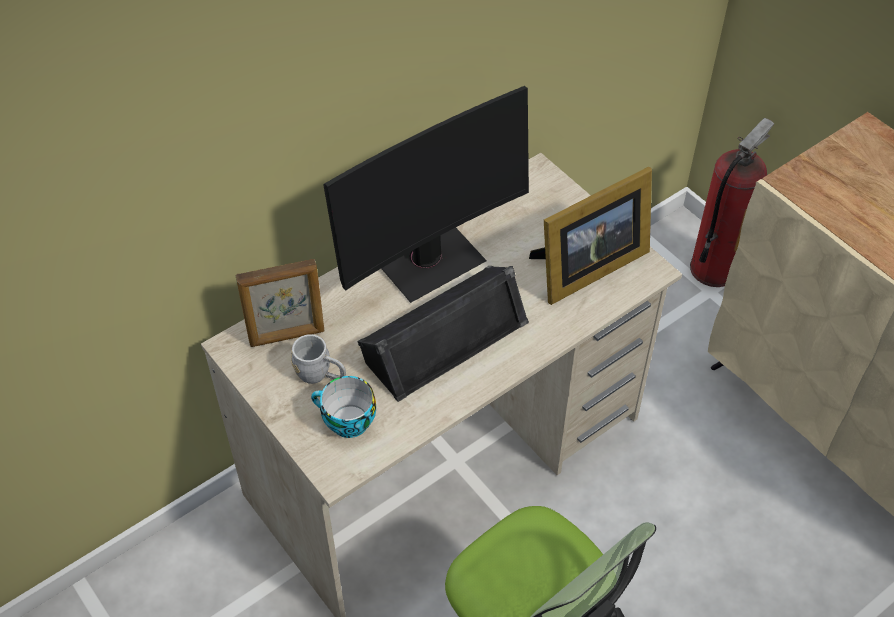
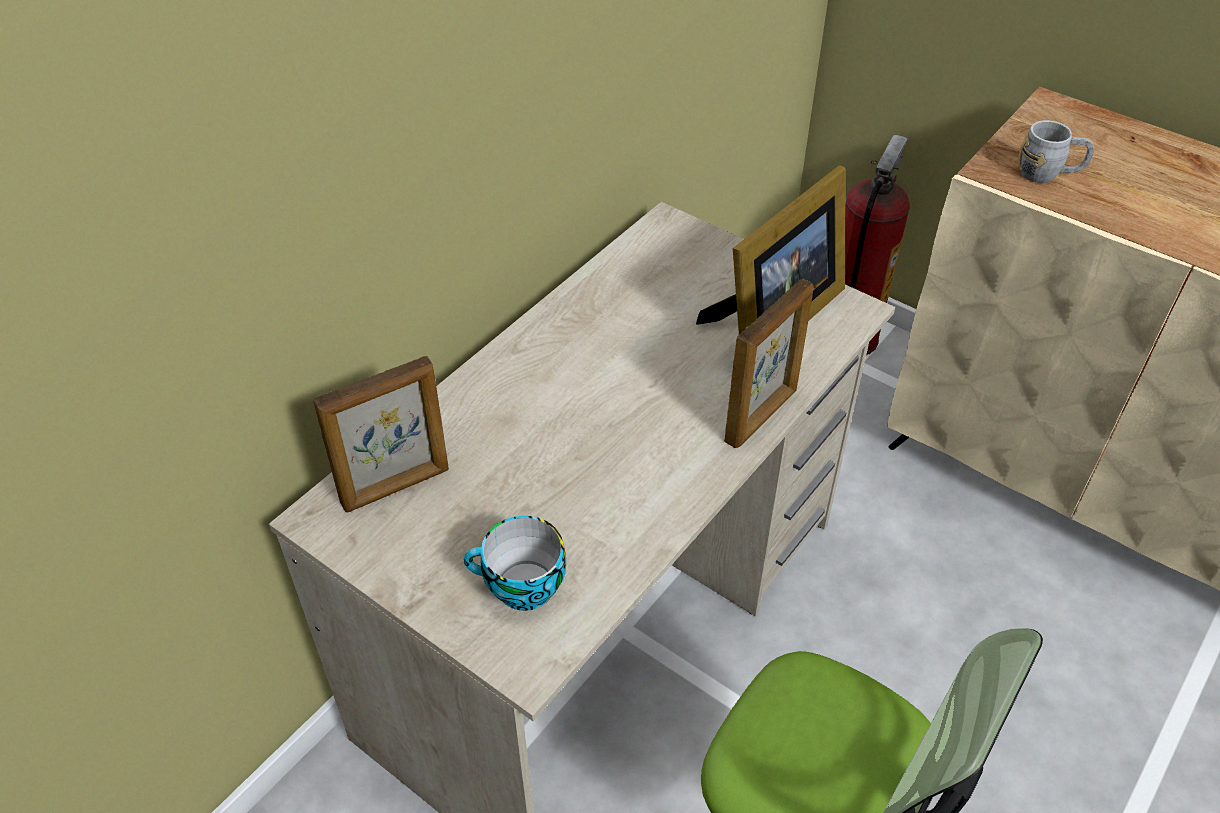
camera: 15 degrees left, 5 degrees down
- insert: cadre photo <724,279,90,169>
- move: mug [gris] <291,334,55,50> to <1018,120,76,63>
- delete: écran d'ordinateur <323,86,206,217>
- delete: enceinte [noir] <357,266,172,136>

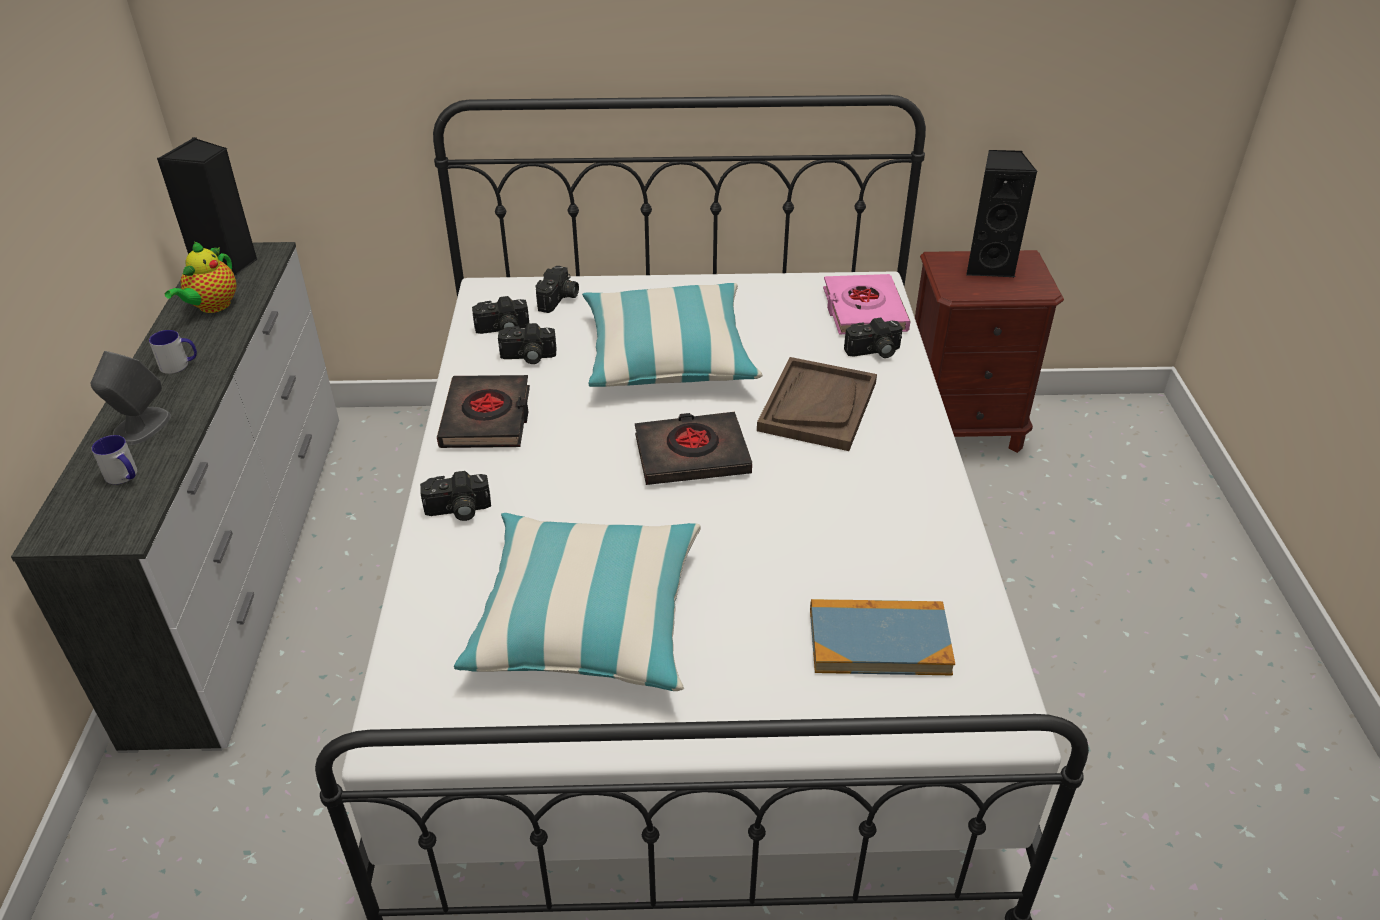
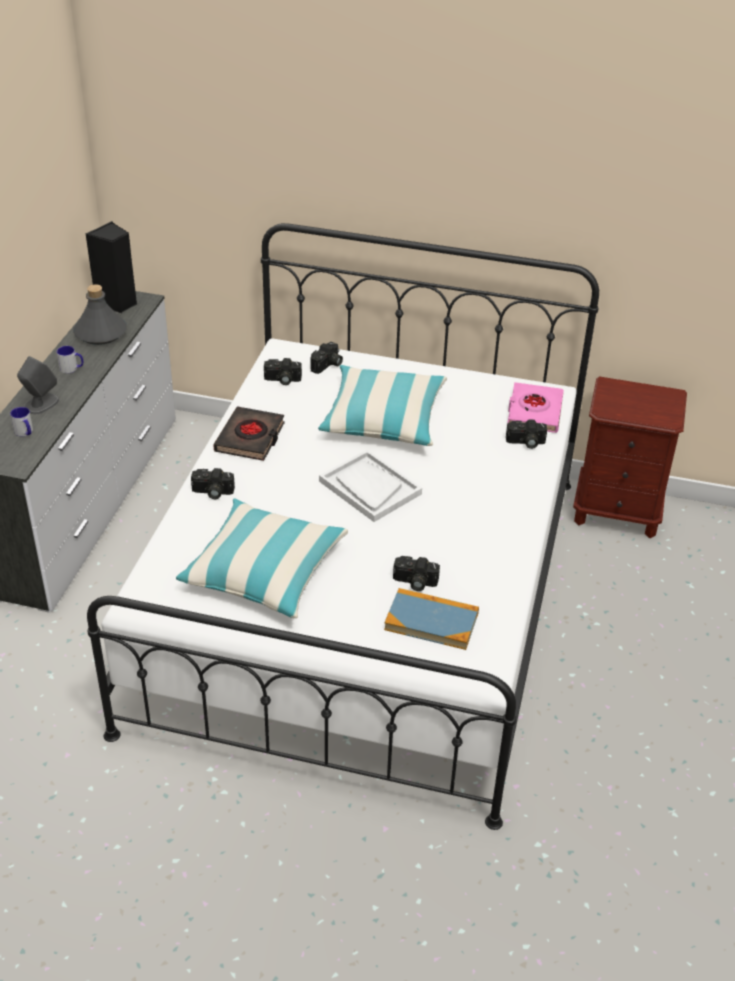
camera: 15 degrees right, 0 degrees up
- replace: théière <165,241,71,72> to bouteille [gris] <73,284,54,61>
- replace: livre [noir] <635,412,117,73> to plateau [blanc] <319,450,103,72>
- move: appareil photo <498,323,58,41> to <393,556,47,35>
- delete: plateau [marron] <757,357,120,94>
- delete: enceinte [noir] <966,150,71,128>

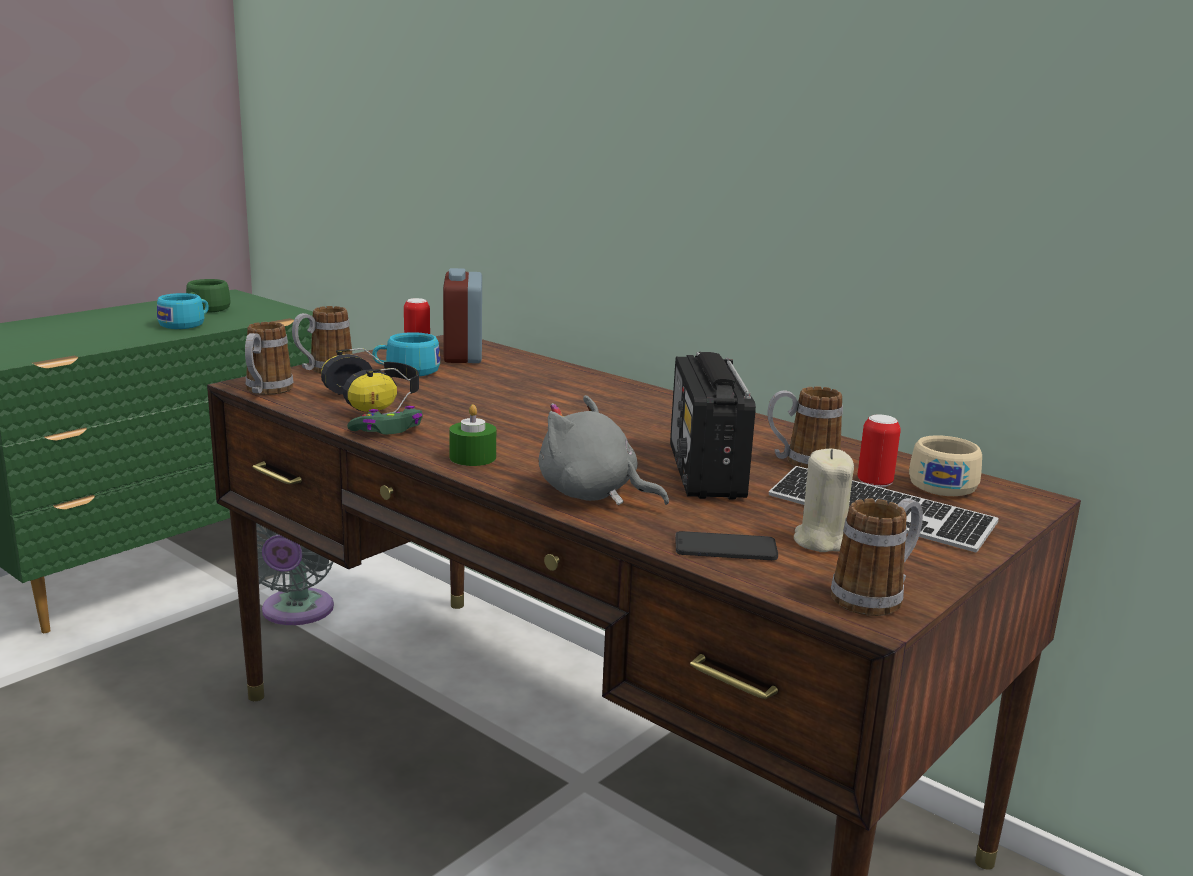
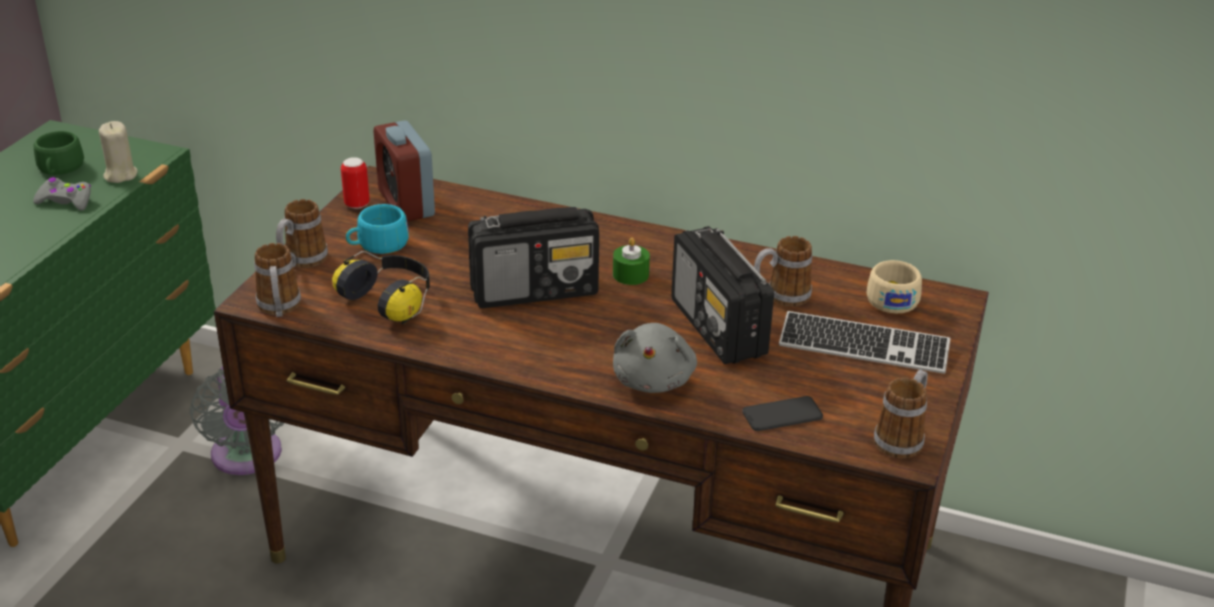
camera: 20 degrees left, 15 degrees up
- replace: tasse [turquoise] <157,293,52,36> to manette [gris] <33,177,58,34>
- move: bougie [beige] <794,449,60,103> to <99,121,39,62>
- insert: radio <468,207,131,101>
- move: bougie [vert] <449,404,47,62> to <613,238,37,47>
- rotate: peluche [gris] <539,395,130,110> = <613,323,84,70> 90 degrees counterclockwise
- delete: manette [vert] <347,406,76,29>
- delete: boîte métallique <857,414,44,74>

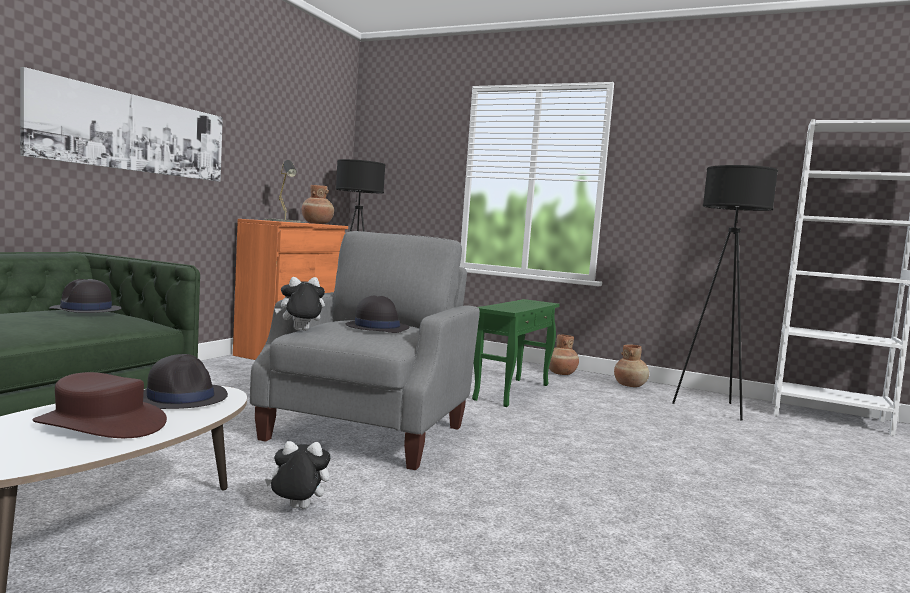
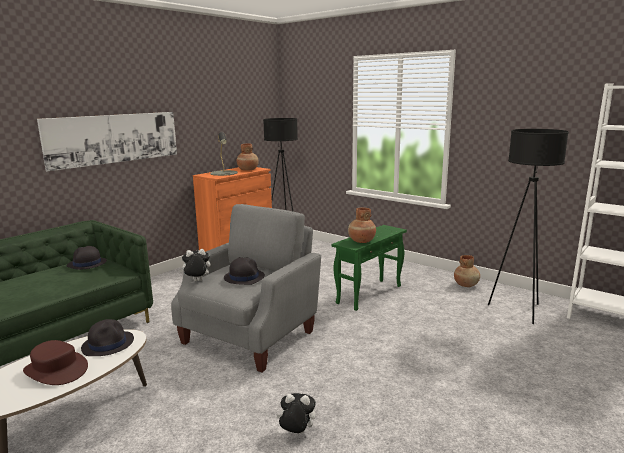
camera: 15 degrees right, 10 degrees up
- move: peluche <265,441,66,68> to <276,393,40,41>
- move: vase [marron] <549,334,30,41> to <348,207,28,36>

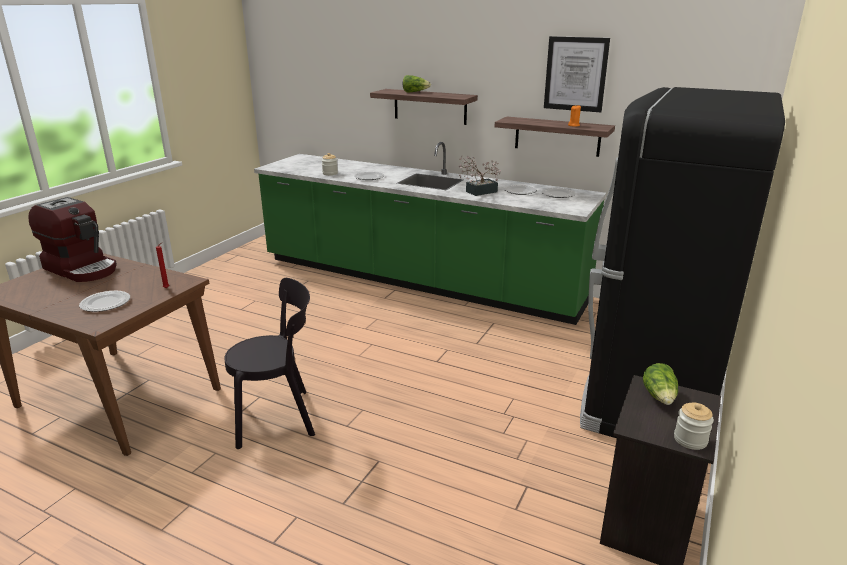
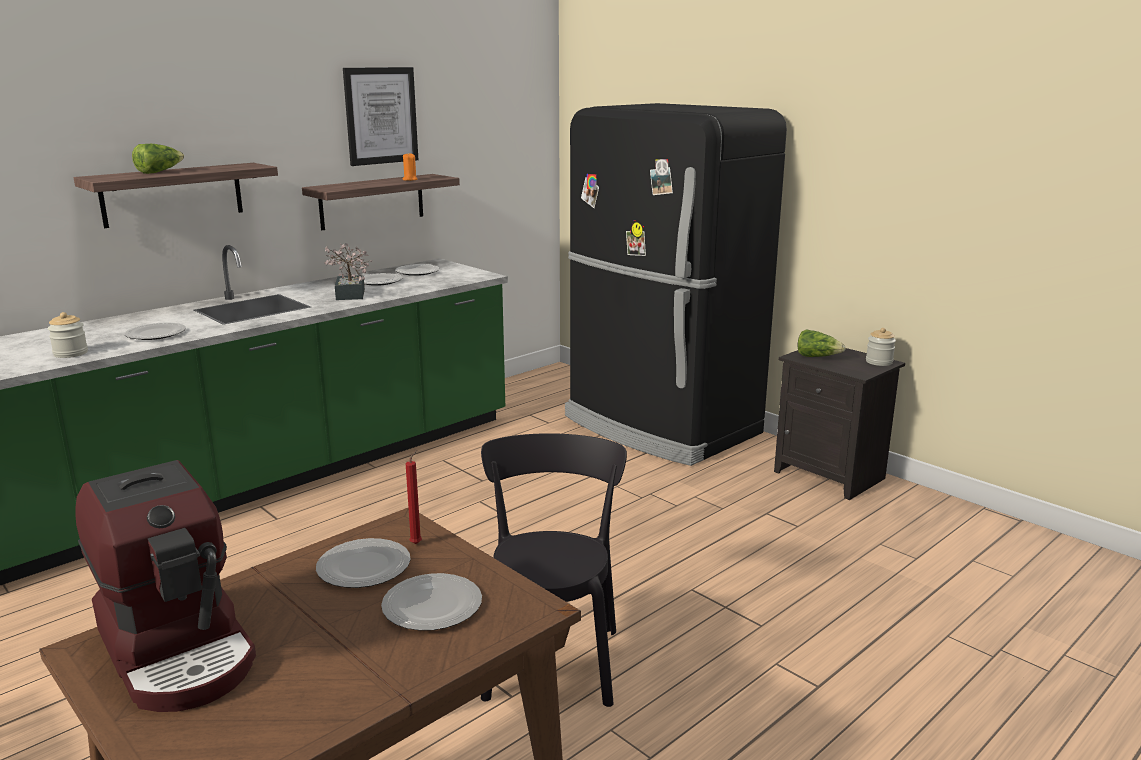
camera: 70 degrees left, 5 degrees down
- rotate: machine à café <29,197,88,85> = <76,460,180,252> 90 degrees clockwise
- insert: assiette <316,538,94,50>

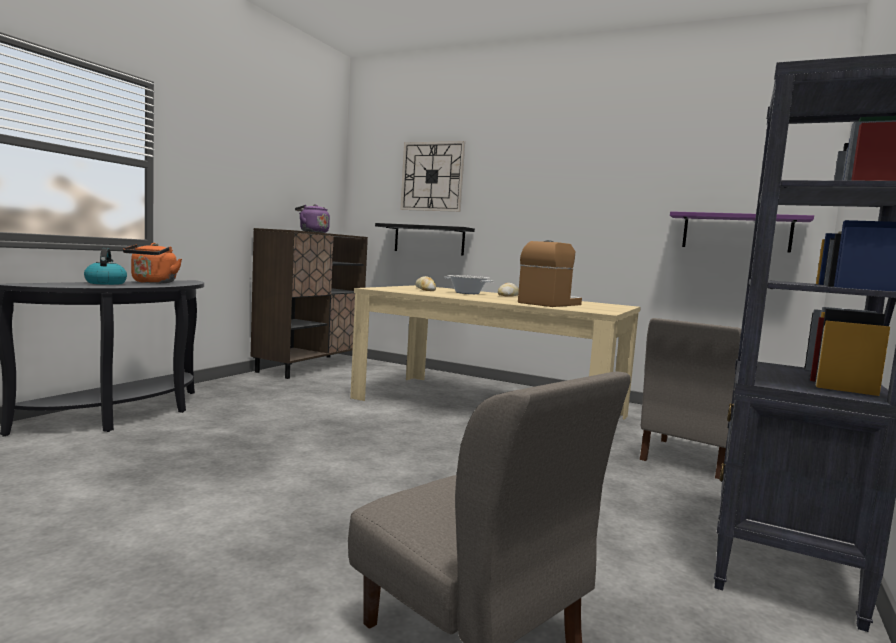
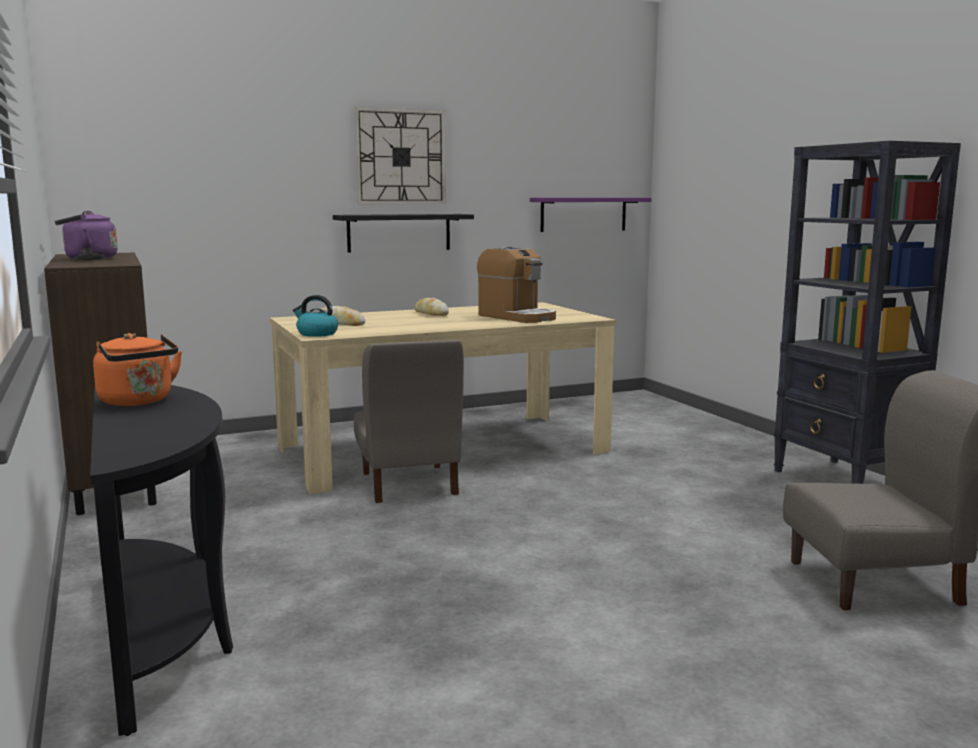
camera: 50 degrees left, 5 degrees up
- move: bouilloire <84,248,43,37> to <293,295,45,42>
- move: étagère [noir] <375,223,100,33> to <333,214,141,39>
- move: horloge murale <400,141,65,71> to <354,107,92,97>
- move: chaise [gris] <640,318,101,161> to <354,340,110,163>
- rotate: machine à café <518,240,64,67> = <477,247,79,76> 150 degrees clockwise
- delete: marmite <444,275,50,19>

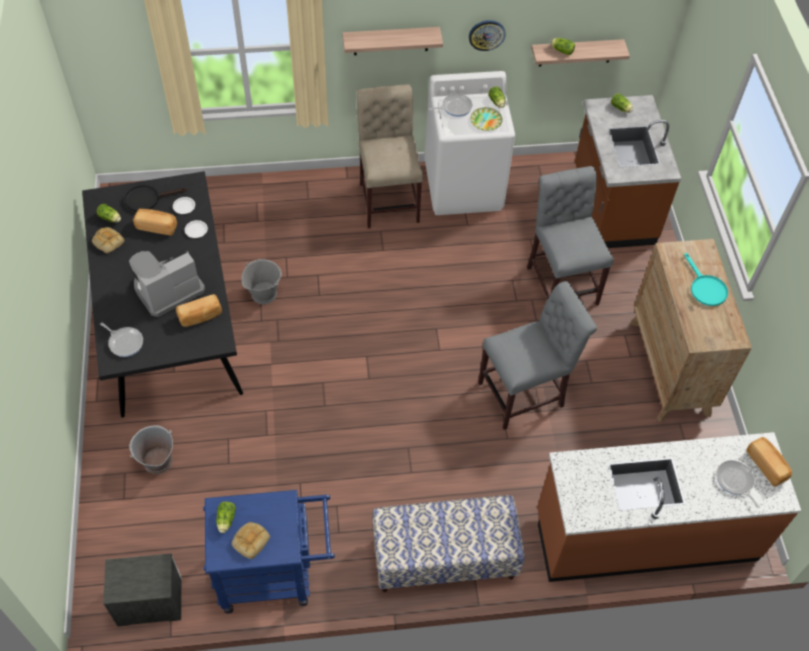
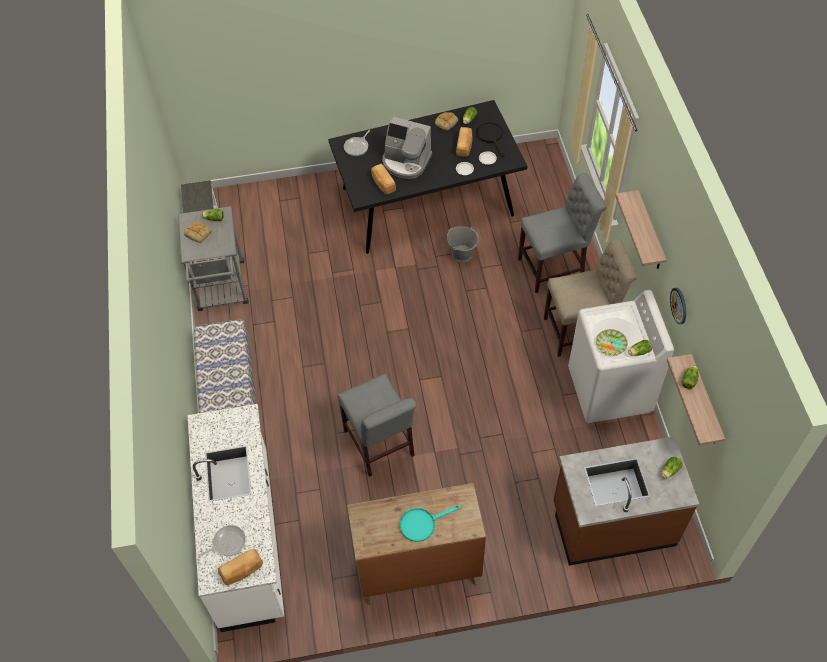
camera: 90 degrees right, 0 degrees up
- recolor: chariot [bleu] <203,490,132,124> to chariot [gris] <178,206,71,105>
- recolor: comptoir de cuisine [marron] <537,432,264,150> to comptoir de cuisine [blanc] <188,404,96,228>
- rotate: machine à café <129,251,76,66> = <383,117,49,62> 150 degrees clockwise
- move: chaise [gris] <527,166,87,140> to <518,173,89,120>
- delete: seau [gris] <129,425,44,49>
- delete: poêle <429,94,43,23>

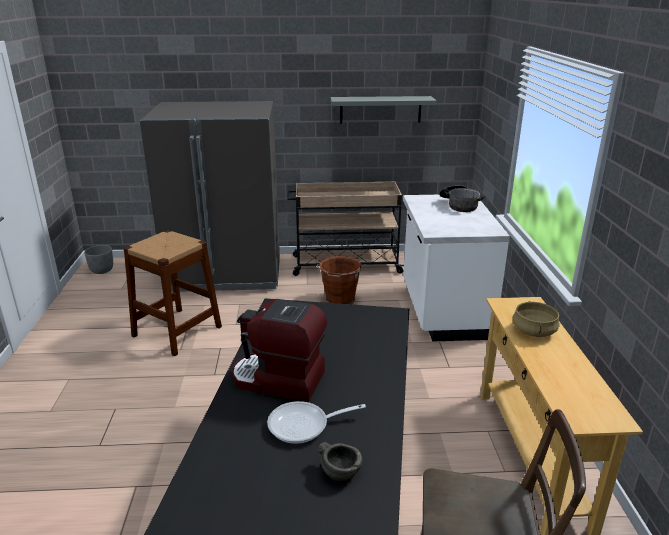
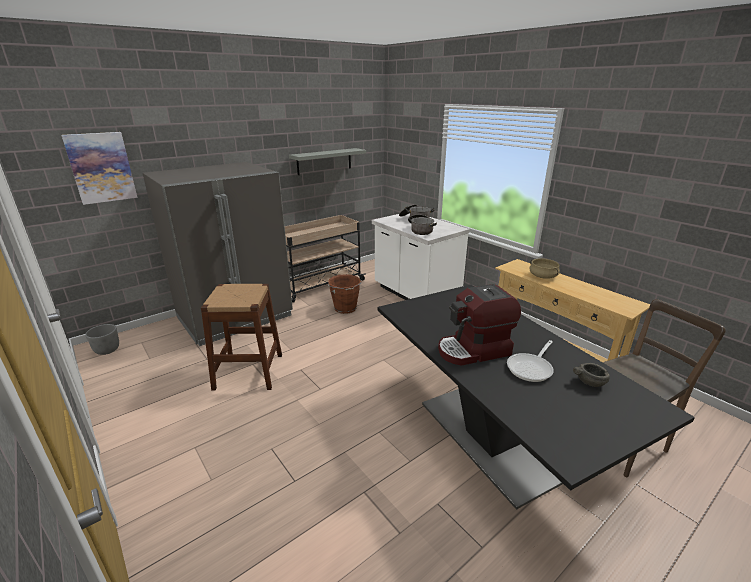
camera: 35 degrees left, 0 degrees up
- insert: tableau <62,132,76,73>
- insert: marmite <408,215,29,20>

